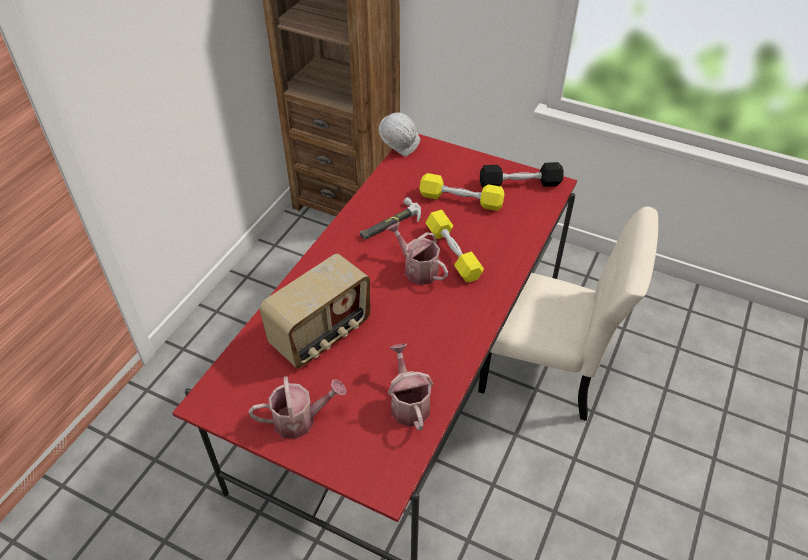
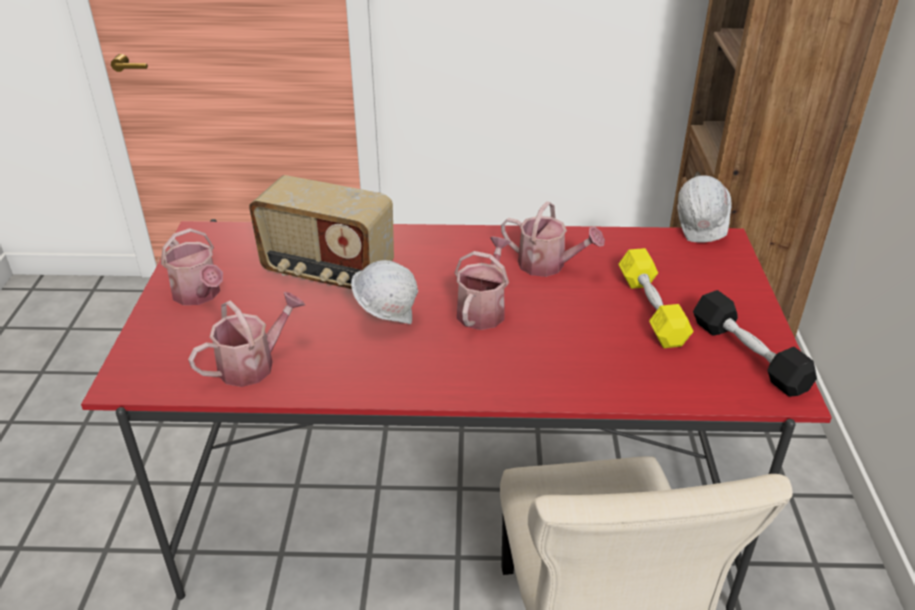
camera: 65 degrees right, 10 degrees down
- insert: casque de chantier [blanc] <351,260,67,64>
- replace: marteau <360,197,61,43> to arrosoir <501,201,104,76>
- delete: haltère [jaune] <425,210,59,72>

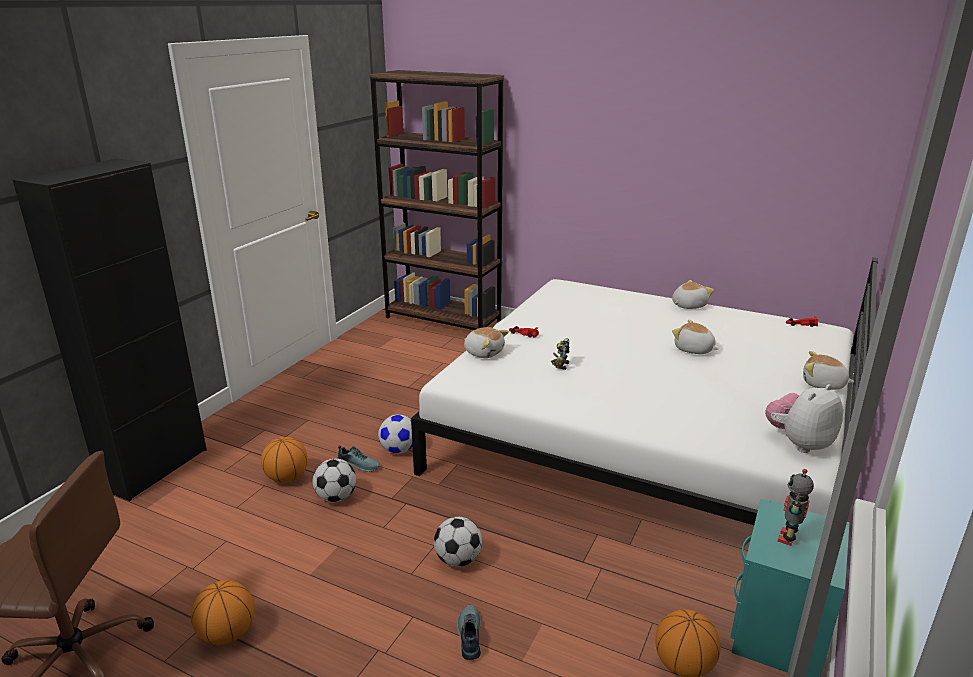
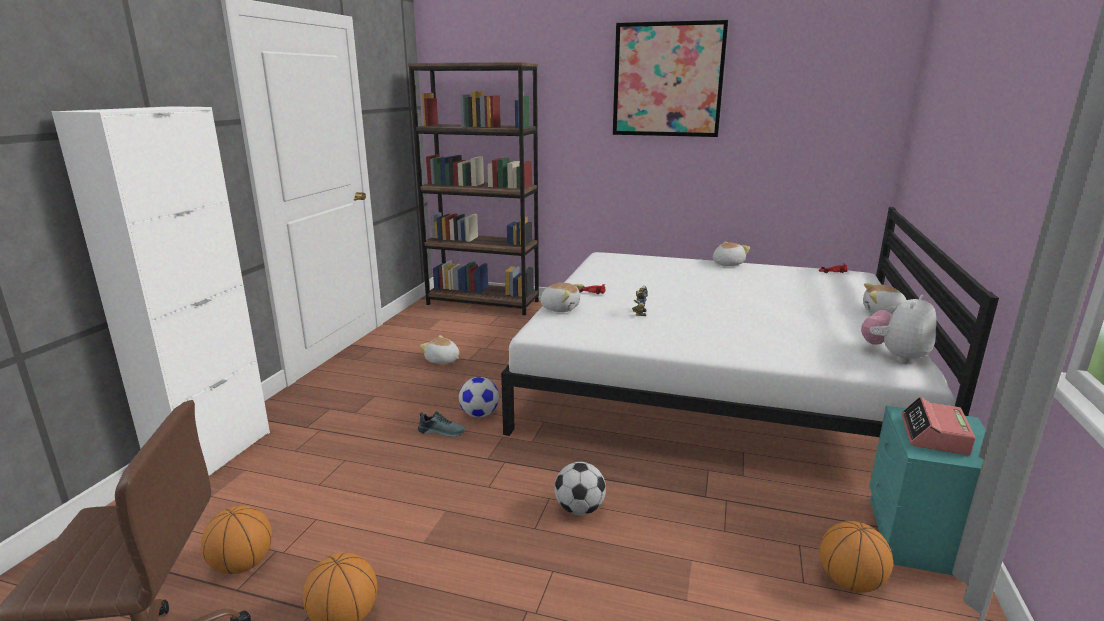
camera: 10 degrees left, 5 degrees down
- recolor: meuble de rangement [noir] <13,158,194,343> to meuble de rangement [blanc] <52,106,218,370>
- move: ballon de basket <261,437,47,46> to <201,506,71,68>
- move: peluche <672,319,46,35> to <420,335,39,29>
- insert: tableau <613,20,115,117>
- replace: robot jouet <778,469,36,77> to réveil <901,397,75,59>
- delete: ballon de foot <312,459,44,43>
- delete: chaussure <457,605,24,55>

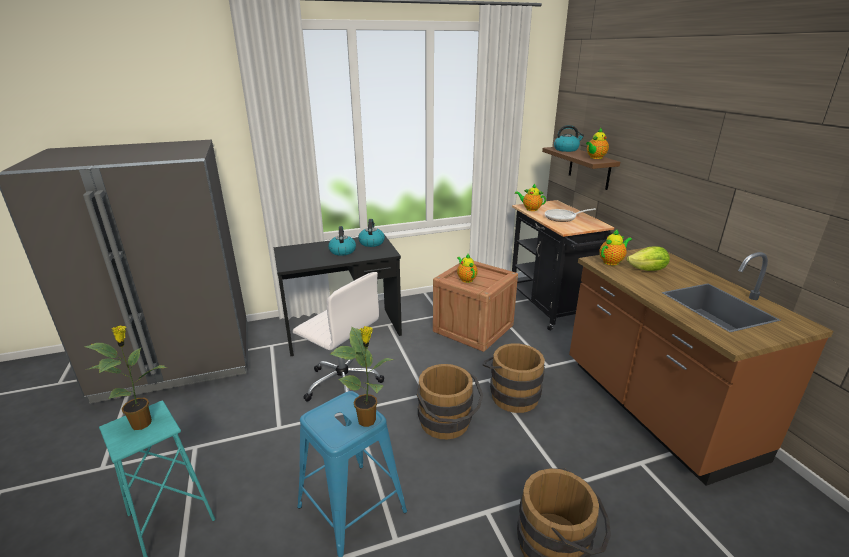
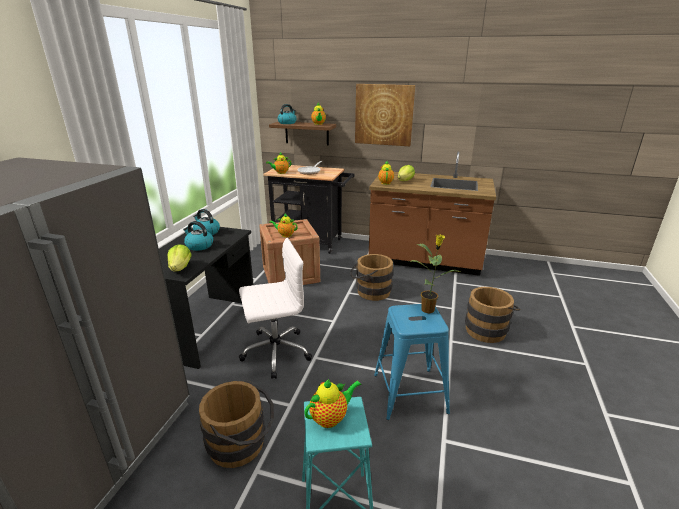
camera: 55 degrees left, 0 degrees up
- insert: laitue <167,244,25,28>
- move: seau [marron] <417,364,66,75> to <199,381,75,87>
- replace: plante en pot <84,325,84,105> to théière <304,379,57,49>
- insert: tableau <355,84,60,62>

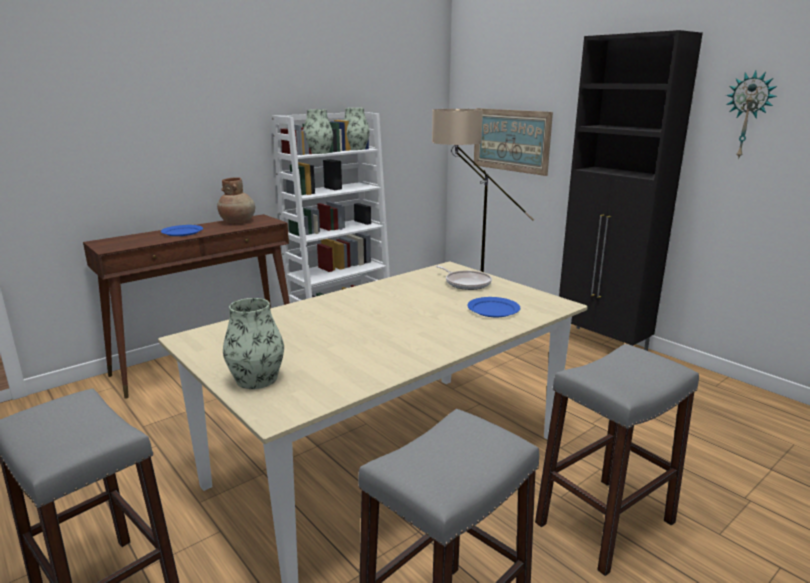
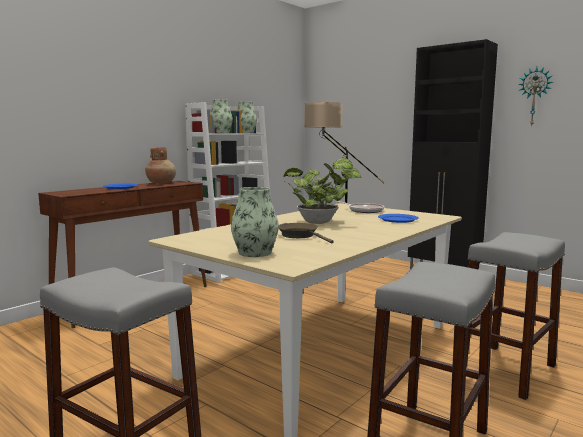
camera: 10 degrees left, 10 degrees down
- insert: poêle [marron] <279,223,54,20>
- insert: plante en pot <283,158,79,66>
- delete: tableau <474,108,79,68>

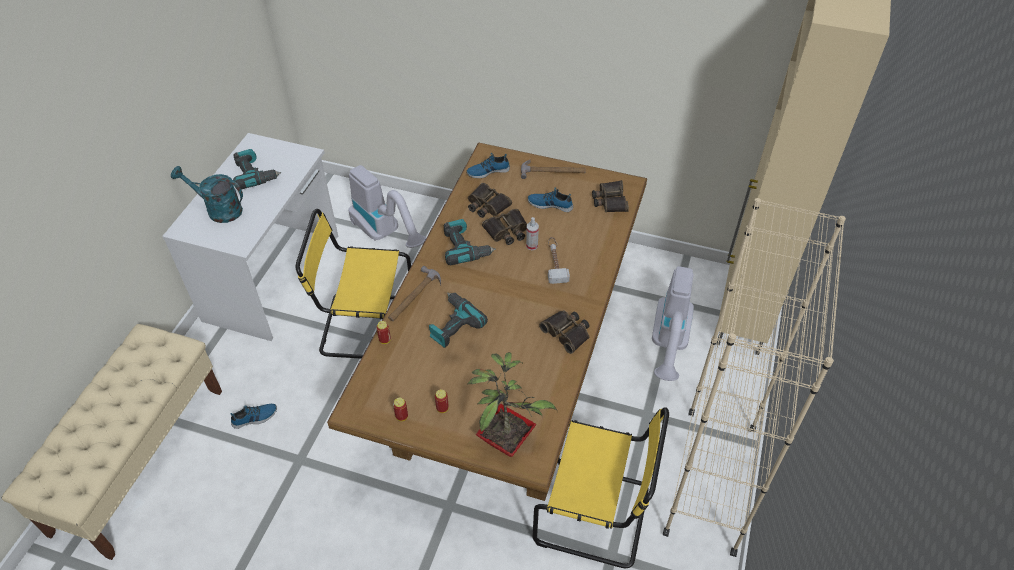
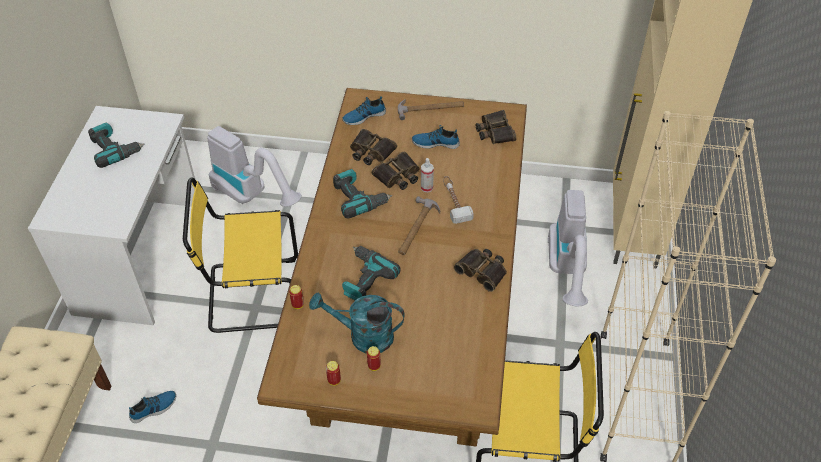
camera: 10 degrees left, 0 degrees up
- move: arrosoir [turquoise] <171,166,72,57> to <309,292,96,61>
- move: marteau <388,266,53,55> to <398,196,42,59>
- delete: plante en pot <467,352,90,105>

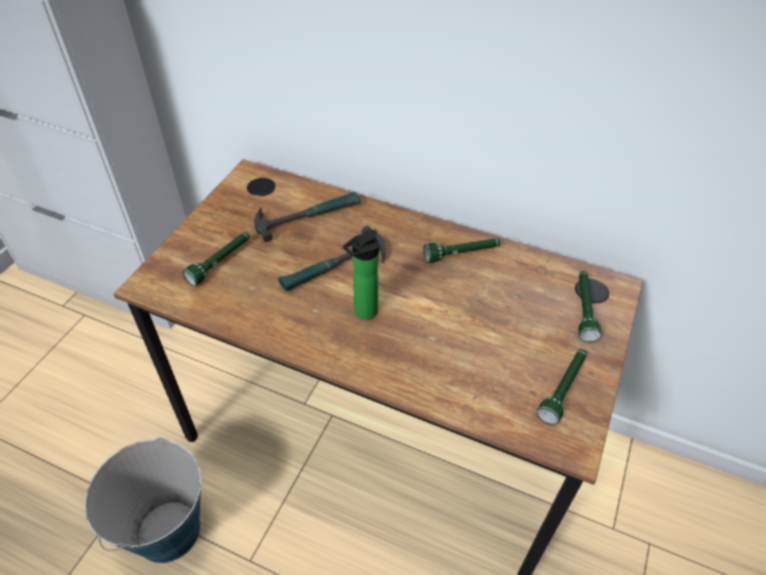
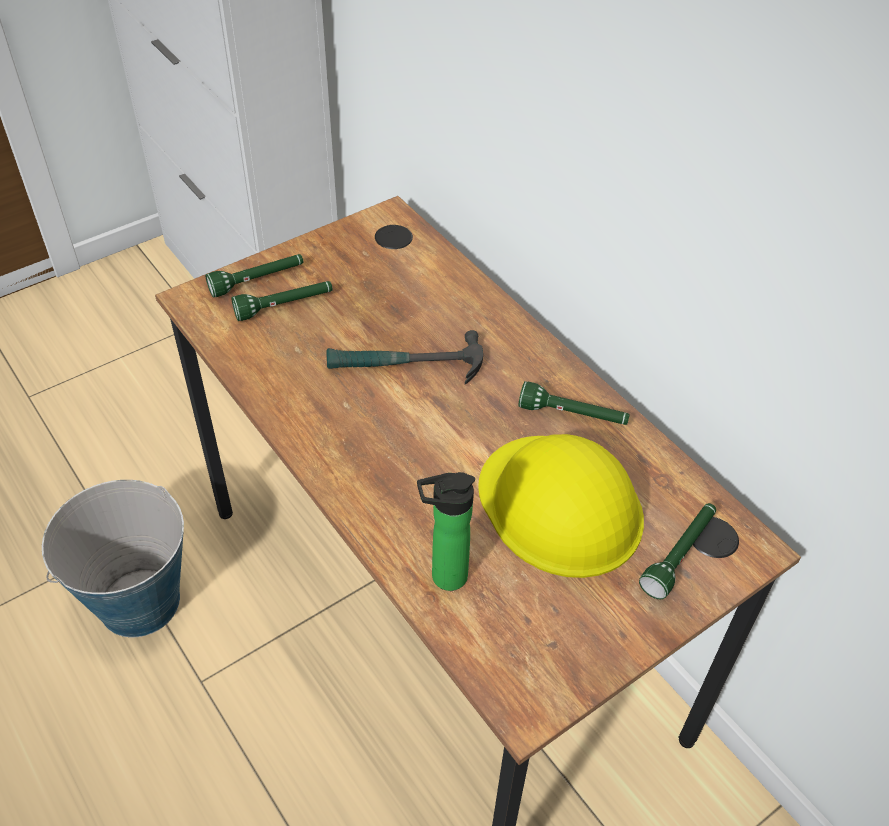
camera: 30 degrees right, 0 degrees up
- move: lampe de poche [vert] <537,349,50,76> to <205,254,98,44>
- move: bouteille <343,230,36,90> to <417,472,58,119>
- insert: casque de chantier [jaune] <478,434,166,144>
- delete: marteau <254,192,106,50>

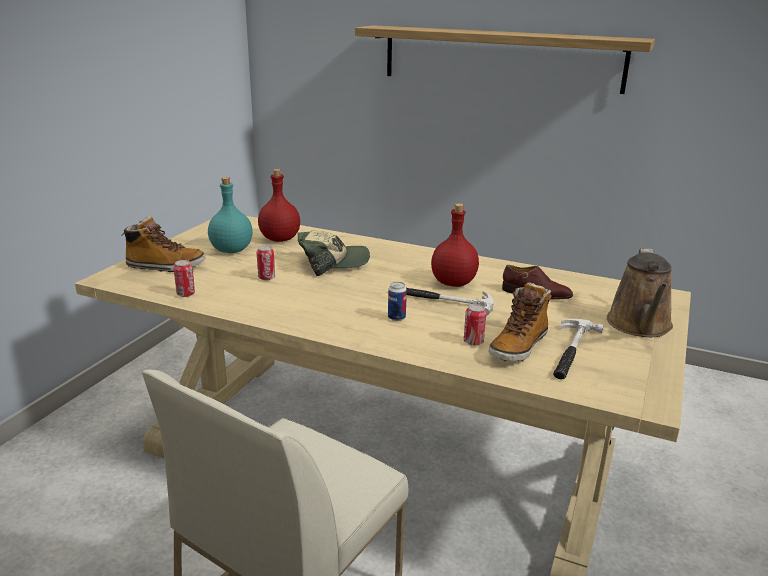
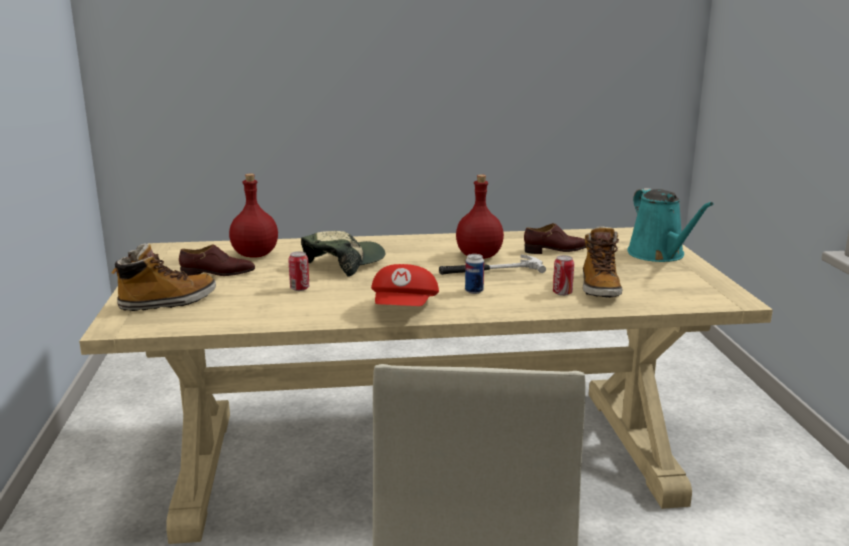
camera: 30 degrees left, 5 degrees down
- replace: bouteille [turquoise] <208,177,45,76> to chaussure [marron] <179,244,76,32>
- insert: casquette [rouge] <371,264,68,42>
- recolor: arrosoir [marron] <607,248,66,89> to arrosoir [turquoise] <627,188,87,74>
- delete: boîte métallique <173,260,22,37>
- delete: étagère <355,25,300,69>
- delete: marteau <553,319,51,60>

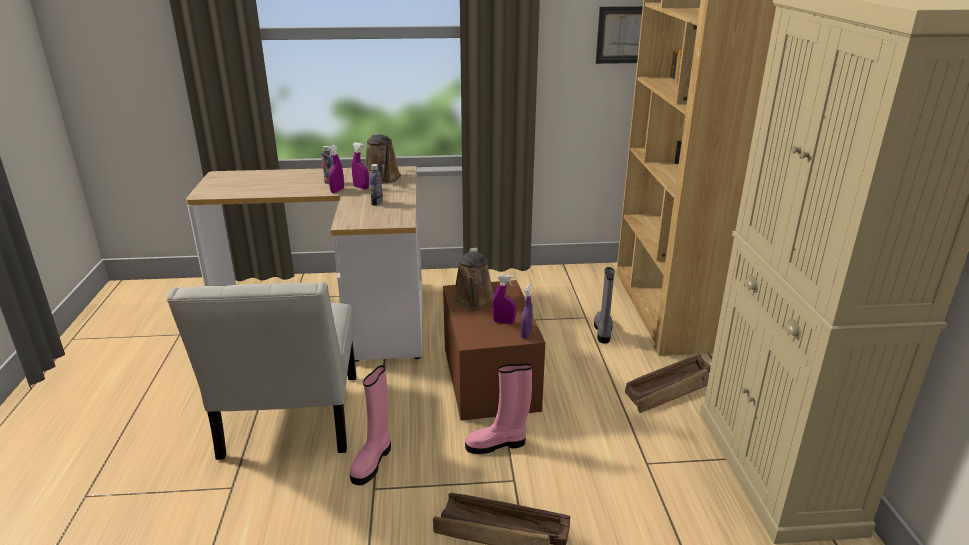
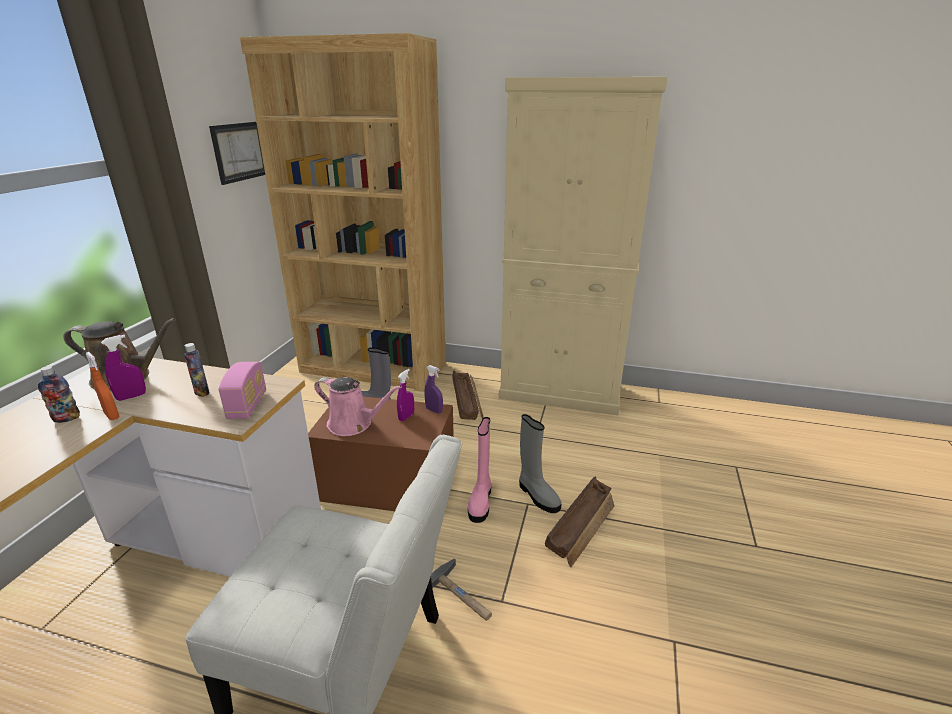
camera: 70 degrees left, 0 degrees up
- recolor: vaporisateur [violet] <328,145,16,48> to vaporisateur [orange] <86,352,33,68>
- insert: radio <219,362,47,57>
- recolor: arrosoir [marron] <453,248,41,60> to arrosoir [rose] <314,377,88,59>
- replace: botte [rose] <350,365,41,120> to marteau <431,558,61,63>
- insert: botte [gris] <519,414,43,99>

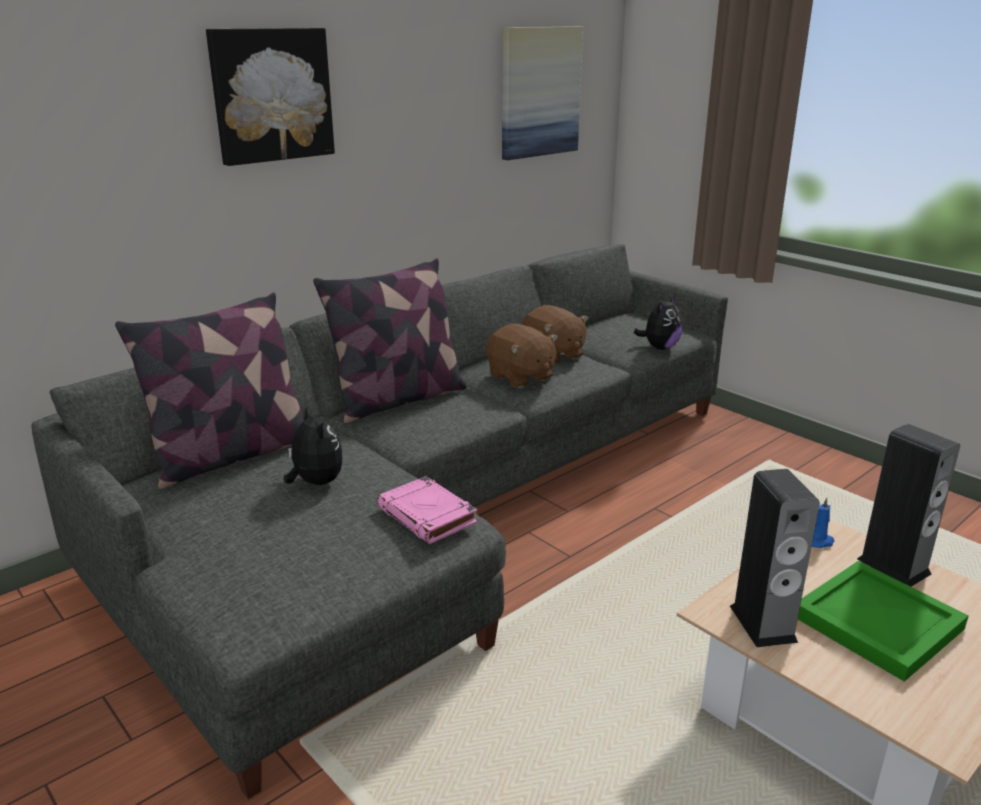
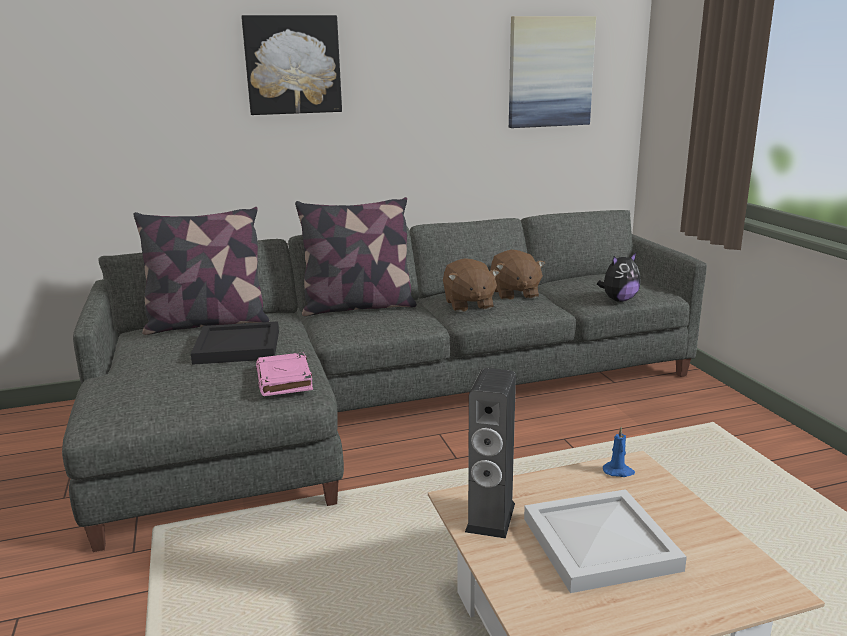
camera: 25 degrees right, 5 degrees down
- replace: peluche <283,406,60,79> to plateau [noir] <191,321,88,44>
- recolor: plateau [vert] <798,561,170,121> to plateau [blanc] <524,489,163,104>
- delete: enceinte <857,424,103,163>

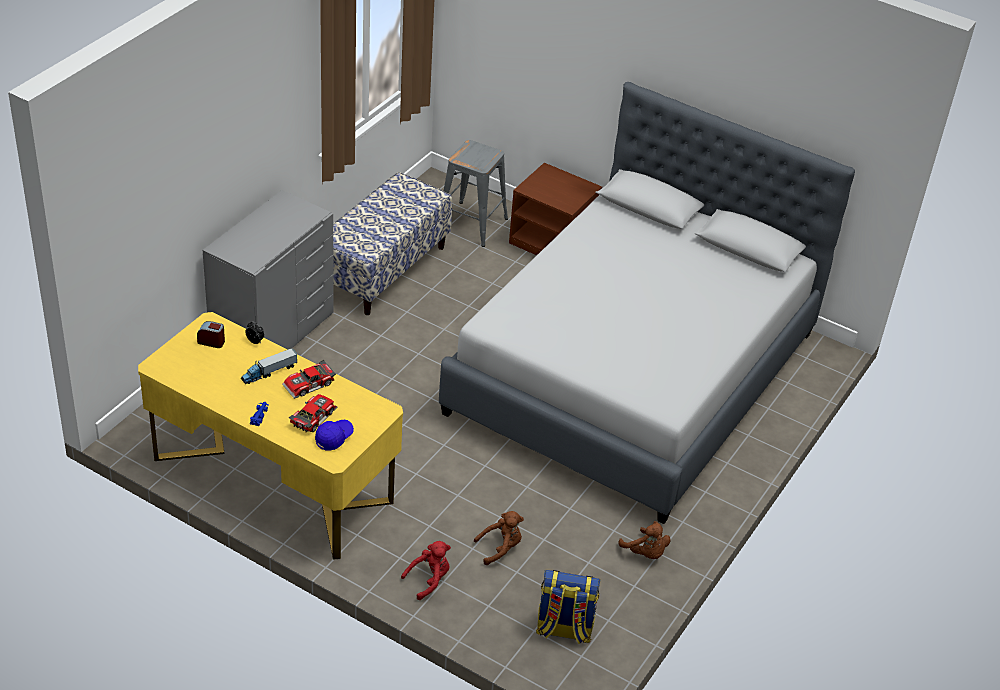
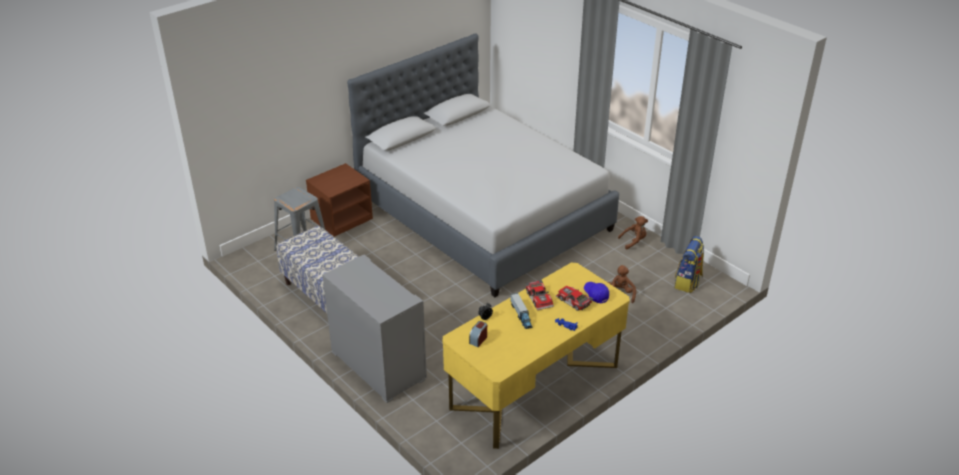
camera: 70 degrees left, 5 degrees down
- delete: peluche [rouge] <401,541,50,59>

